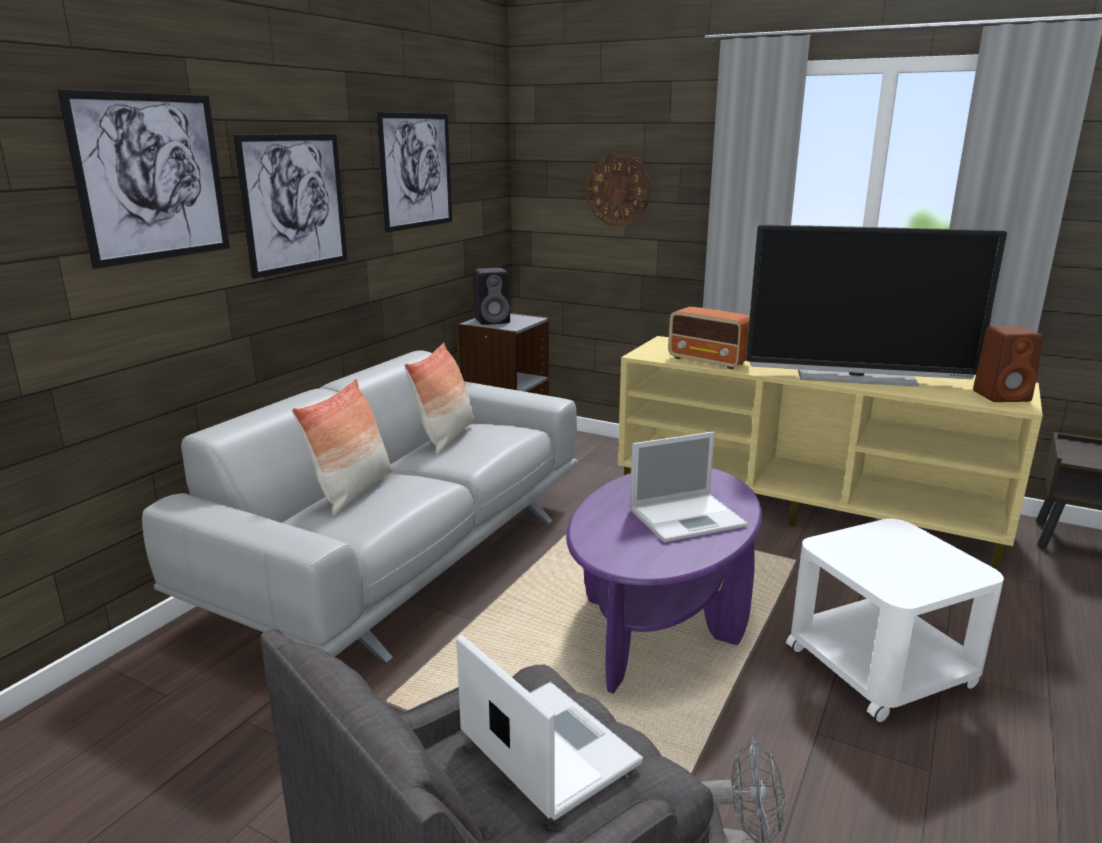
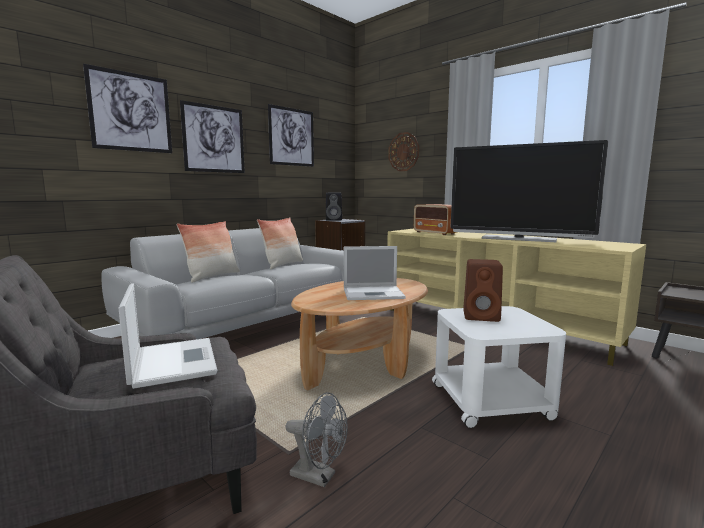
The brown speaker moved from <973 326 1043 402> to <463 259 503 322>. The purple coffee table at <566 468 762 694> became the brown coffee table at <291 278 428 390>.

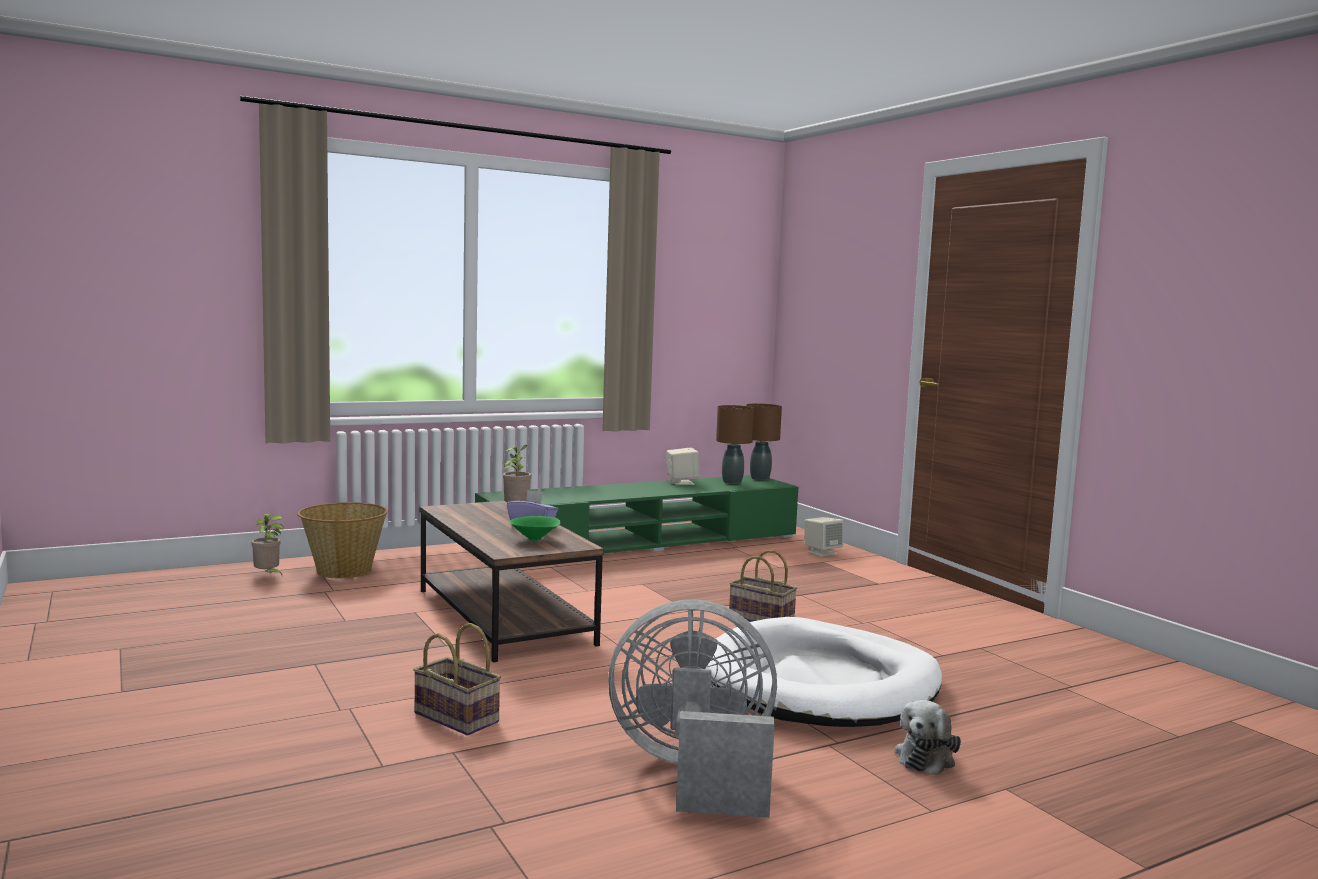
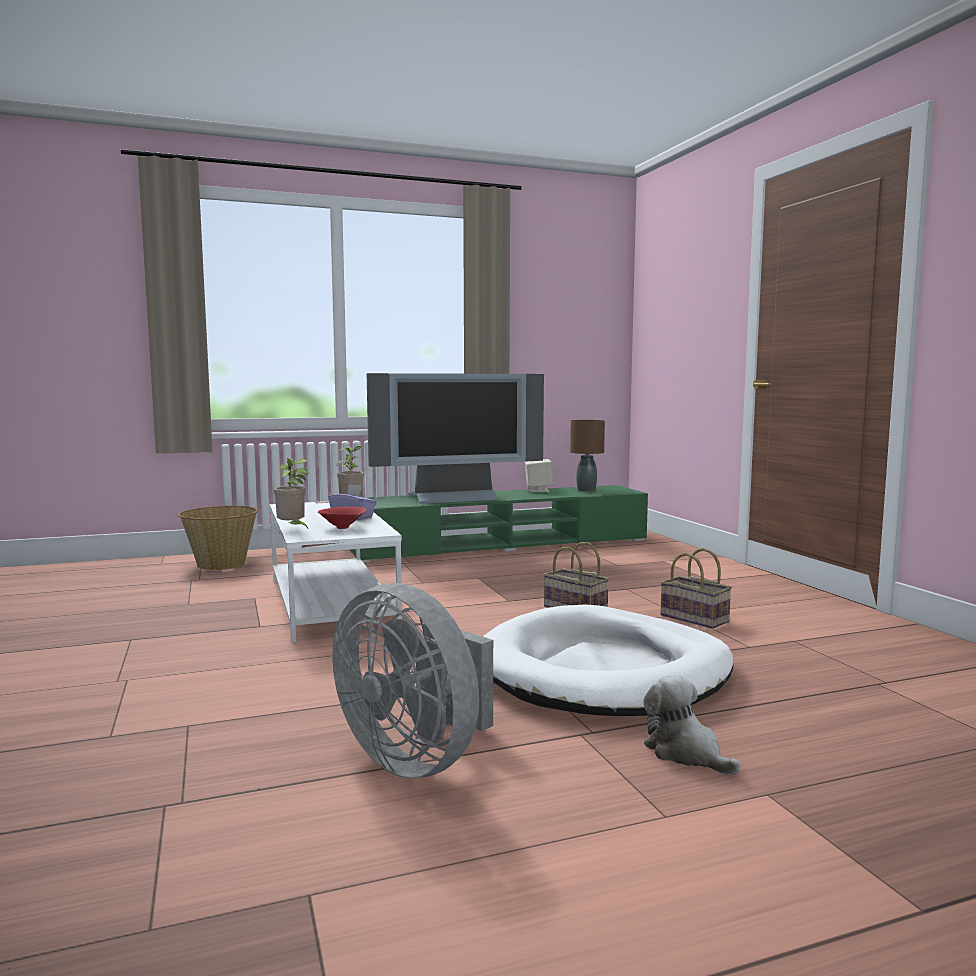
The brown table lamp at <746 404 782 480> disappeared. The beige speaker at <804 517 843 557> disappeared. The television at <367 373 544 504> appeared. The potted plant moved from <251 514 284 575> to <274 458 308 528>. The basket moved from <413 623 501 735> to <661 548 732 629>. The brown coffee table at <420 501 604 662> became the white coffee table at <269 501 402 642>. The green bowl at <509 516 561 541> became the red bowl at <318 507 366 529>. The grey fan at <608 600 777 818> turned 150 degrees counterclockwise. The plush toy at <894 700 961 775> turned 105 degrees clockwise.

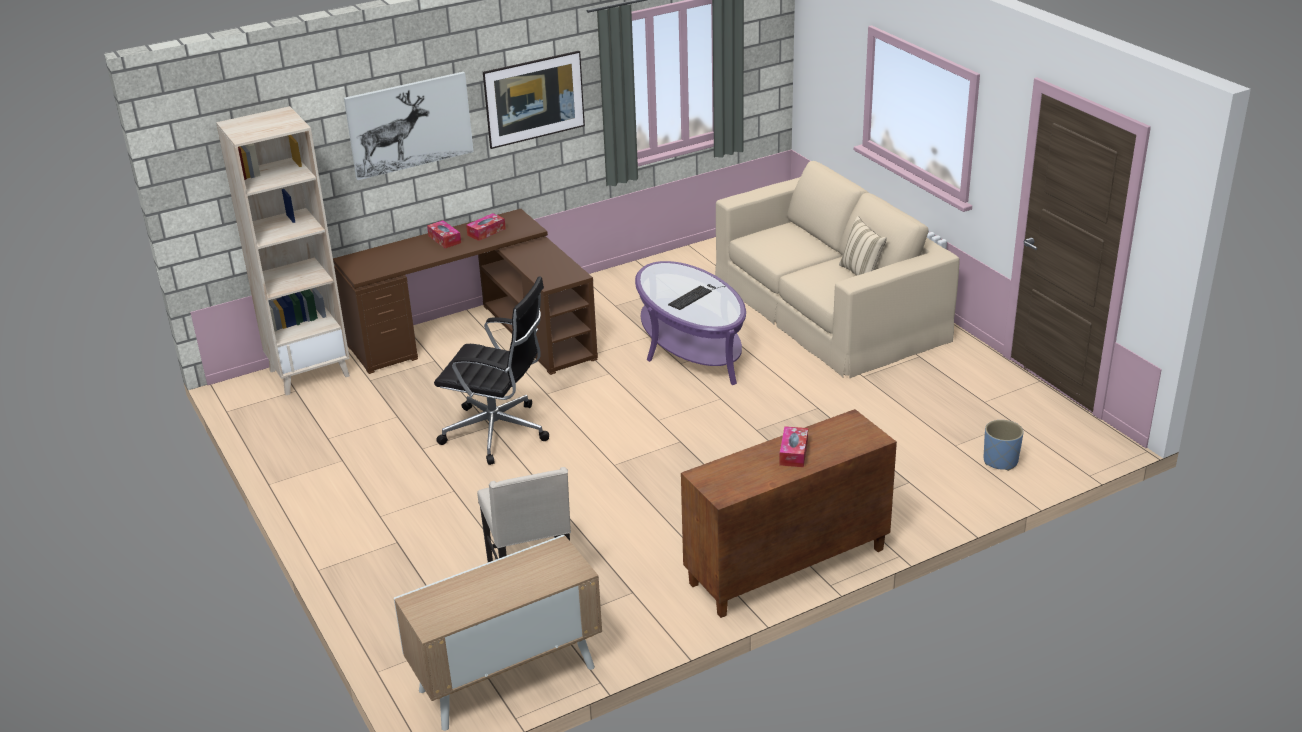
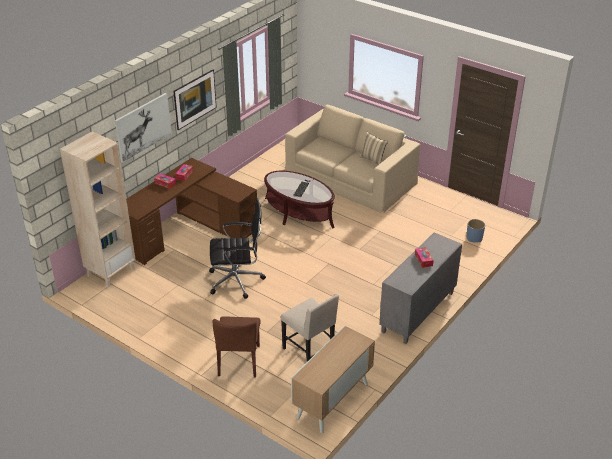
The brown chair at <212 316 261 377> appeared. The purple coffee table at <635 261 746 385> became the brown coffee table at <264 171 335 229>. The brown cabinet at <681 409 897 618> became the grey cabinet at <379 232 462 344>.

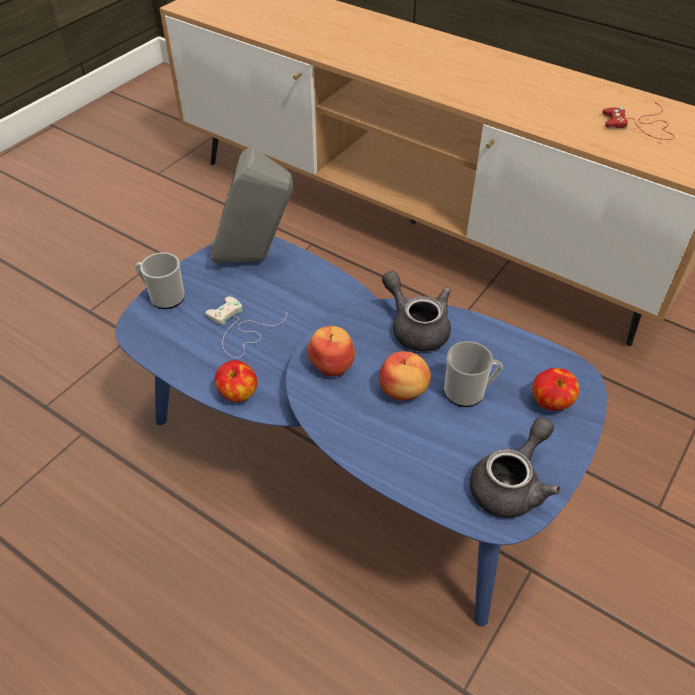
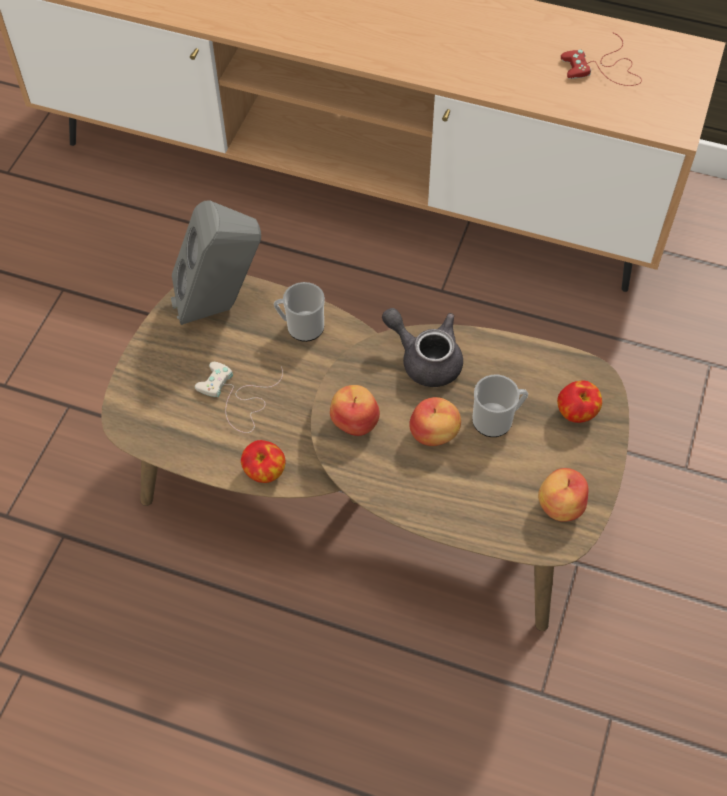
The mug moved from <135 252 185 309> to <274 282 325 342>. The grey teapot at <470 417 561 518> was replaced by the apple at <538 468 588 522>. The blue coffee table at <115 236 607 627> became the brown coffee table at <101 275 629 631>.

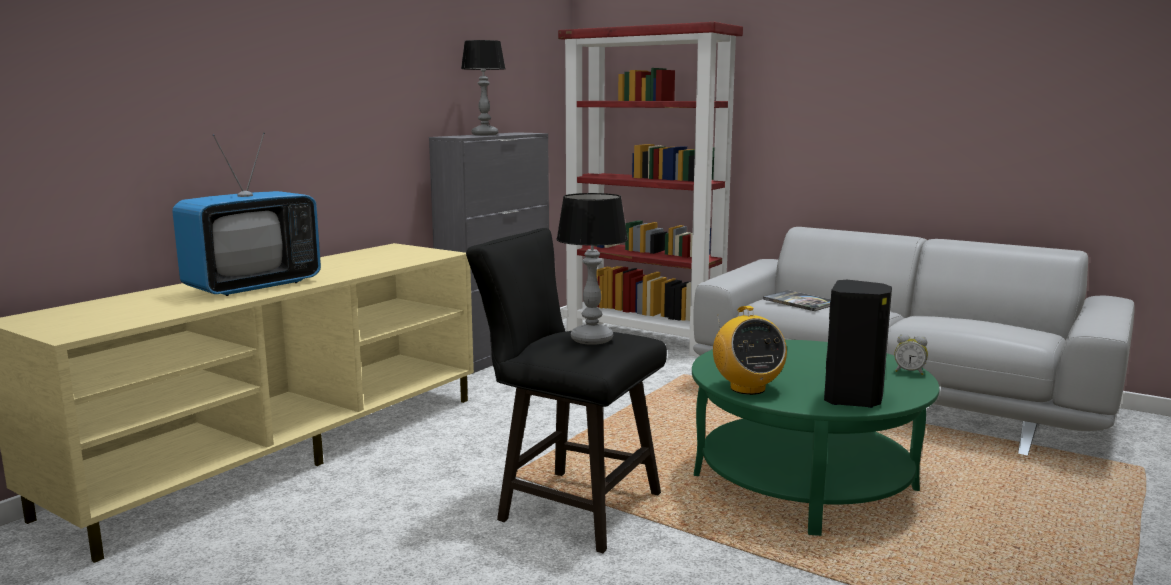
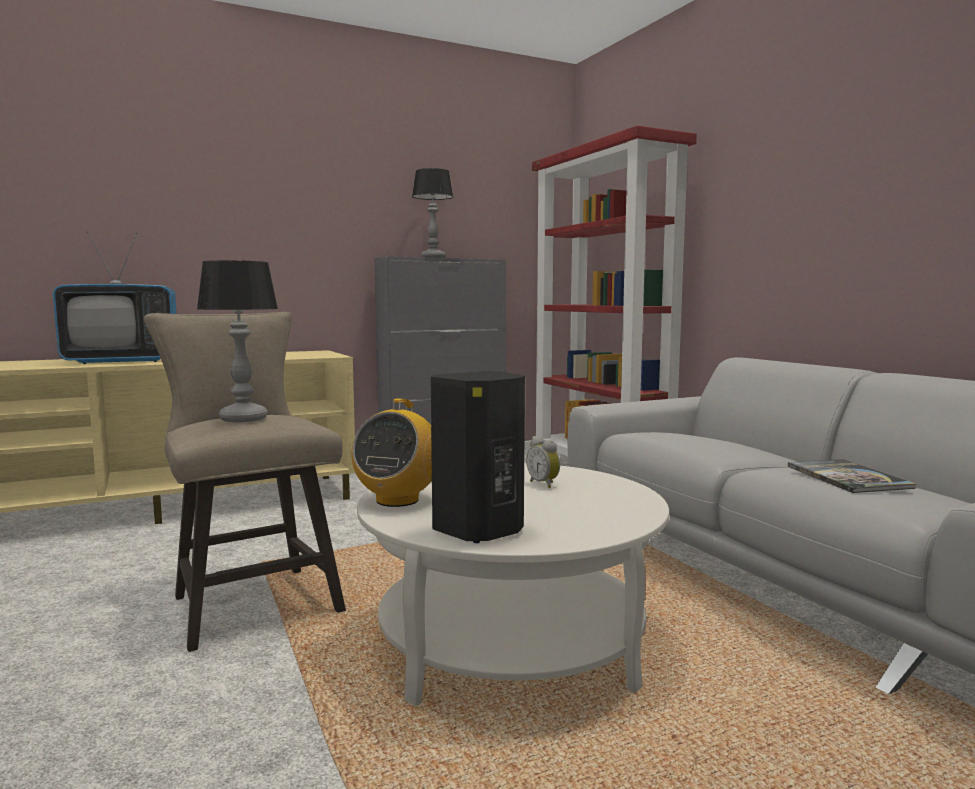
The book moved from <763 290 831 311> to <788 459 916 493>. The alarm clock moved from <894 334 928 375> to <526 437 560 488>. The black stool at <466 228 667 553> became the beige stool at <144 312 346 652>. The green coffee table at <692 340 939 536> became the white coffee table at <357 463 669 706>.

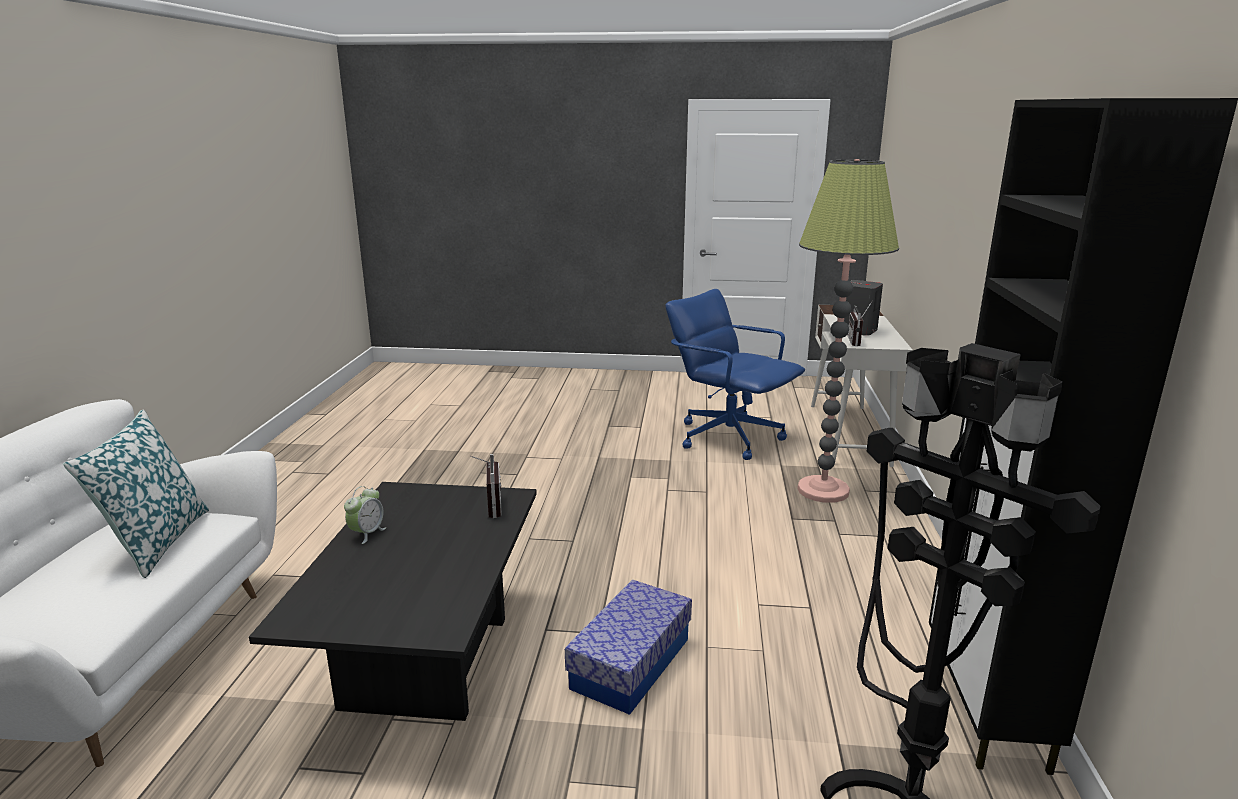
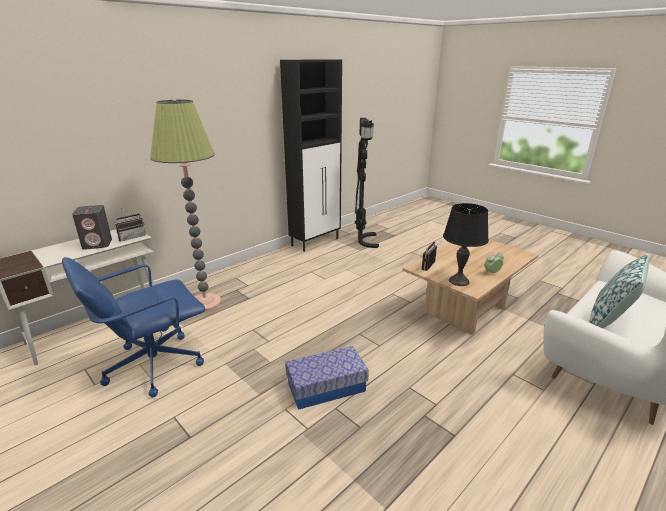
The black table lamp at <443 203 489 286> appeared. The storage box moved from <565 580 692 715> to <285 346 369 410>. The black coffee table at <249 482 537 721> became the beige coffee table at <402 240 538 335>. The blue office chair at <666 289 805 460> turned 60 degrees clockwise.

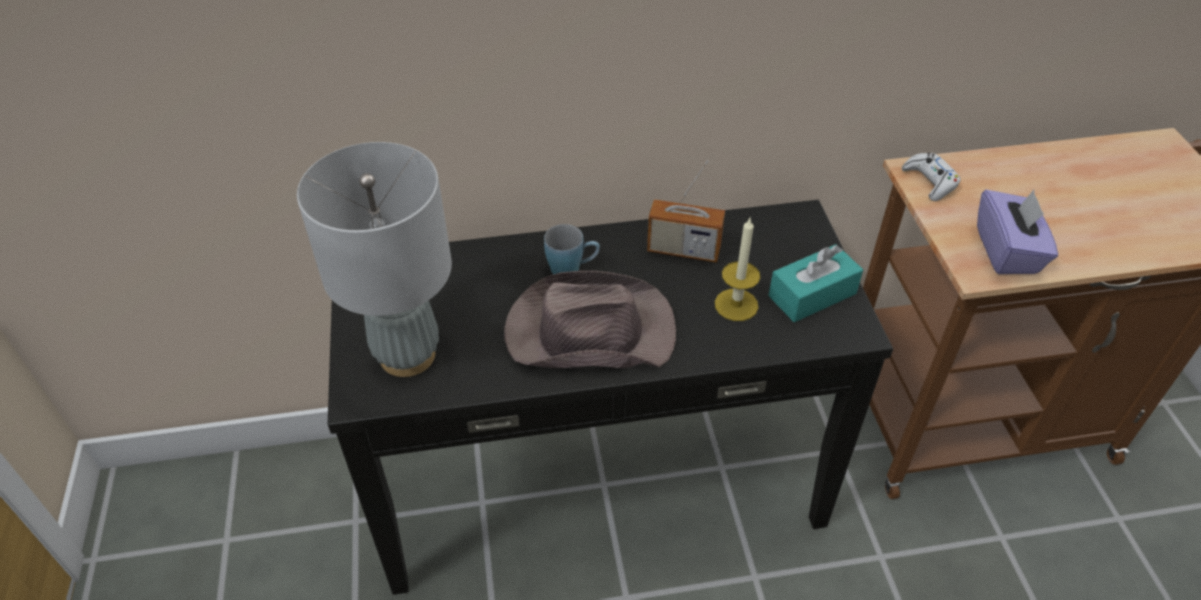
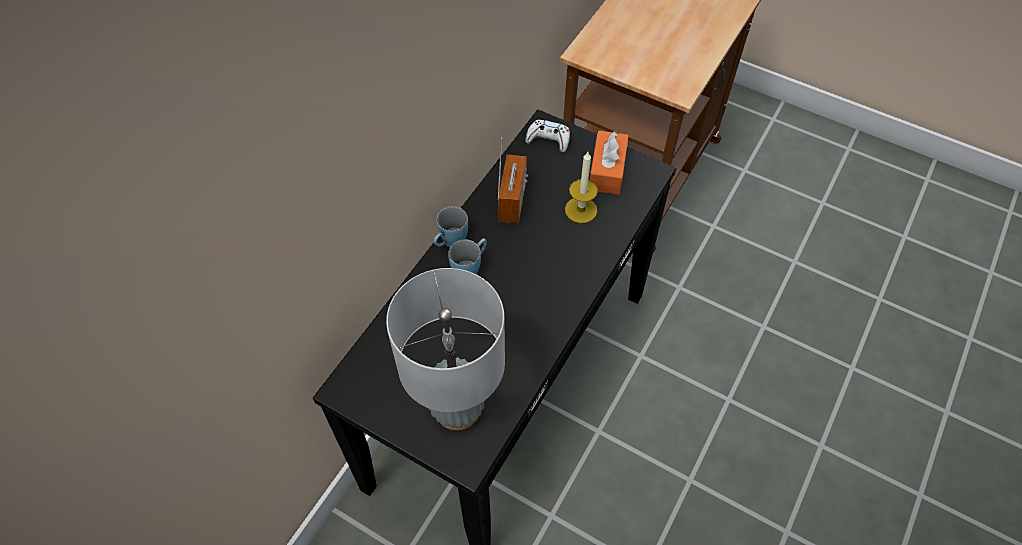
The brown hat at <504 271 676 368> disappeared. The purple tissue box at <977 190 1058 274> disappeared. The blue mug at <434 206 468 247> appeared. The white game controller moved from <902 153 961 201> to <525 120 570 152>. The turquoise tissue box at <768 244 863 322> became the orange tissue box at <590 131 629 195>. The radio at <647 160 725 263> turned 45 degrees counterclockwise.

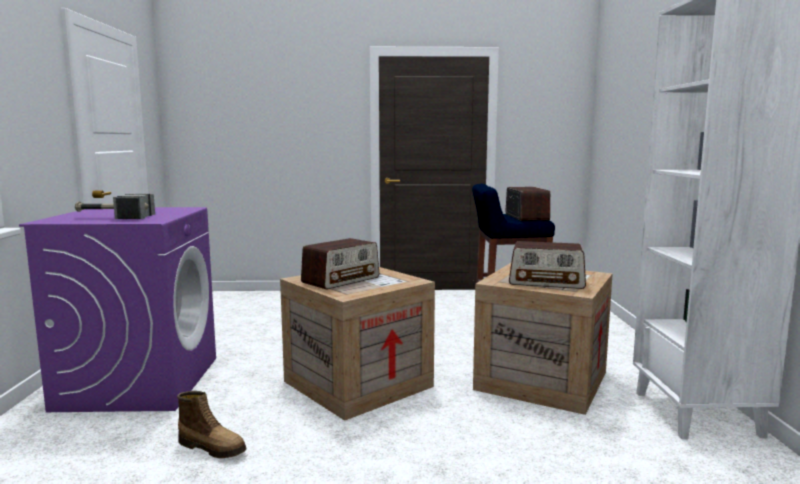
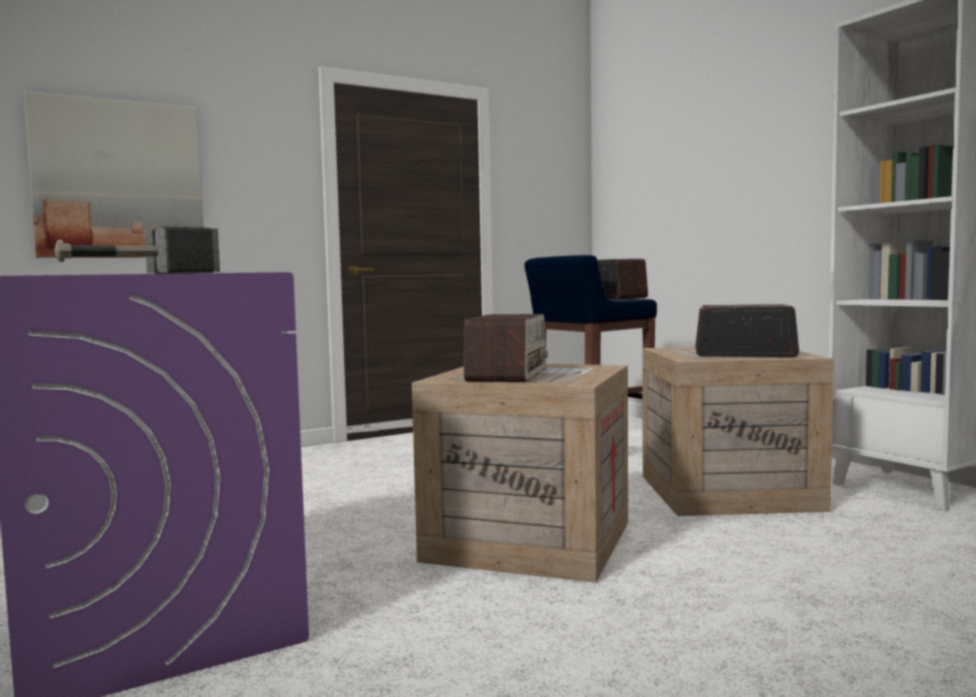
The boot at <177 391 246 458> disappeared. The picture at <24 91 204 258> appeared. The radio at <509 241 586 289> turned 150 degrees counterclockwise.

